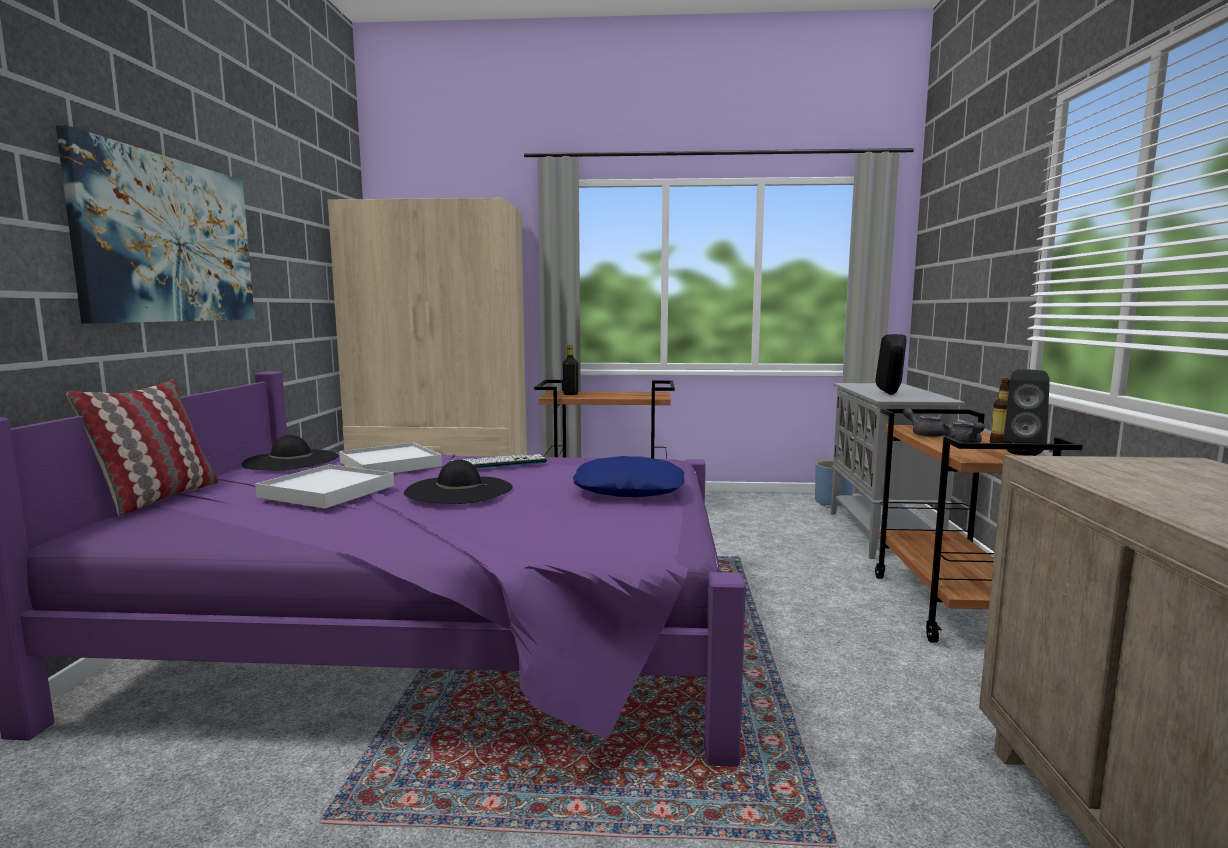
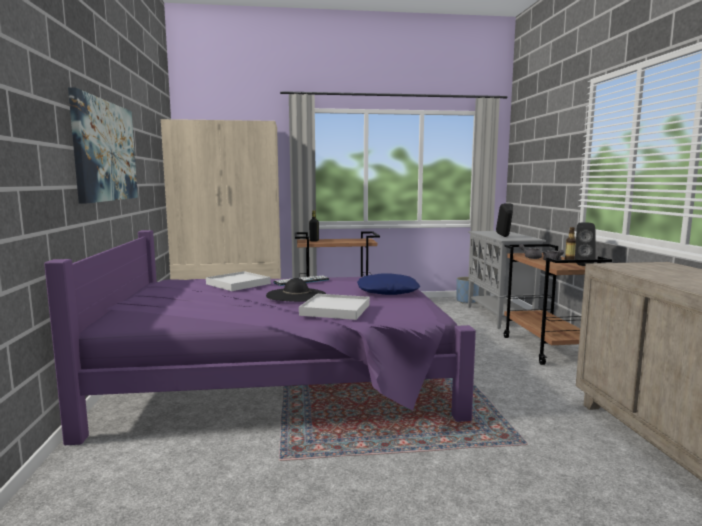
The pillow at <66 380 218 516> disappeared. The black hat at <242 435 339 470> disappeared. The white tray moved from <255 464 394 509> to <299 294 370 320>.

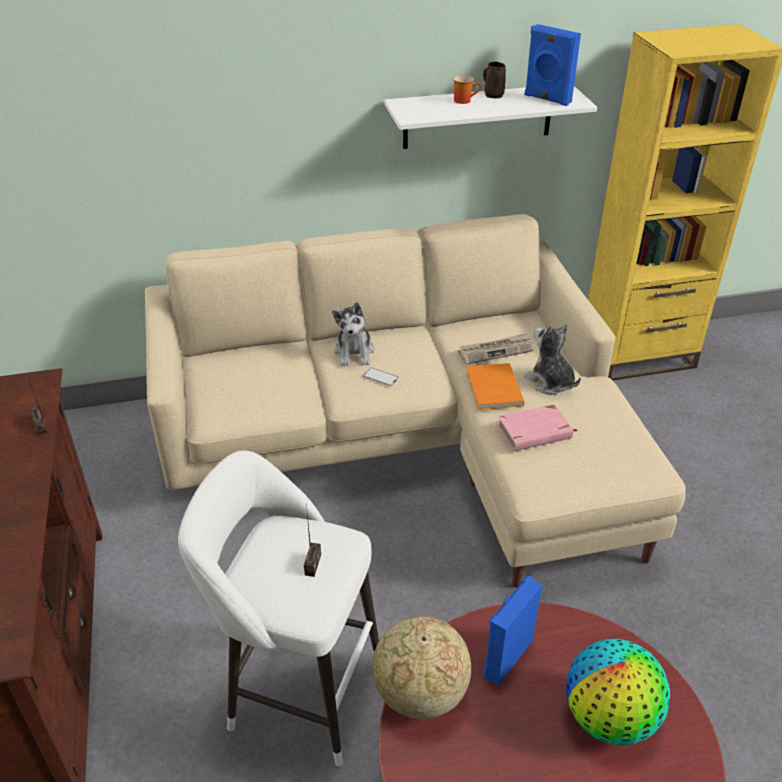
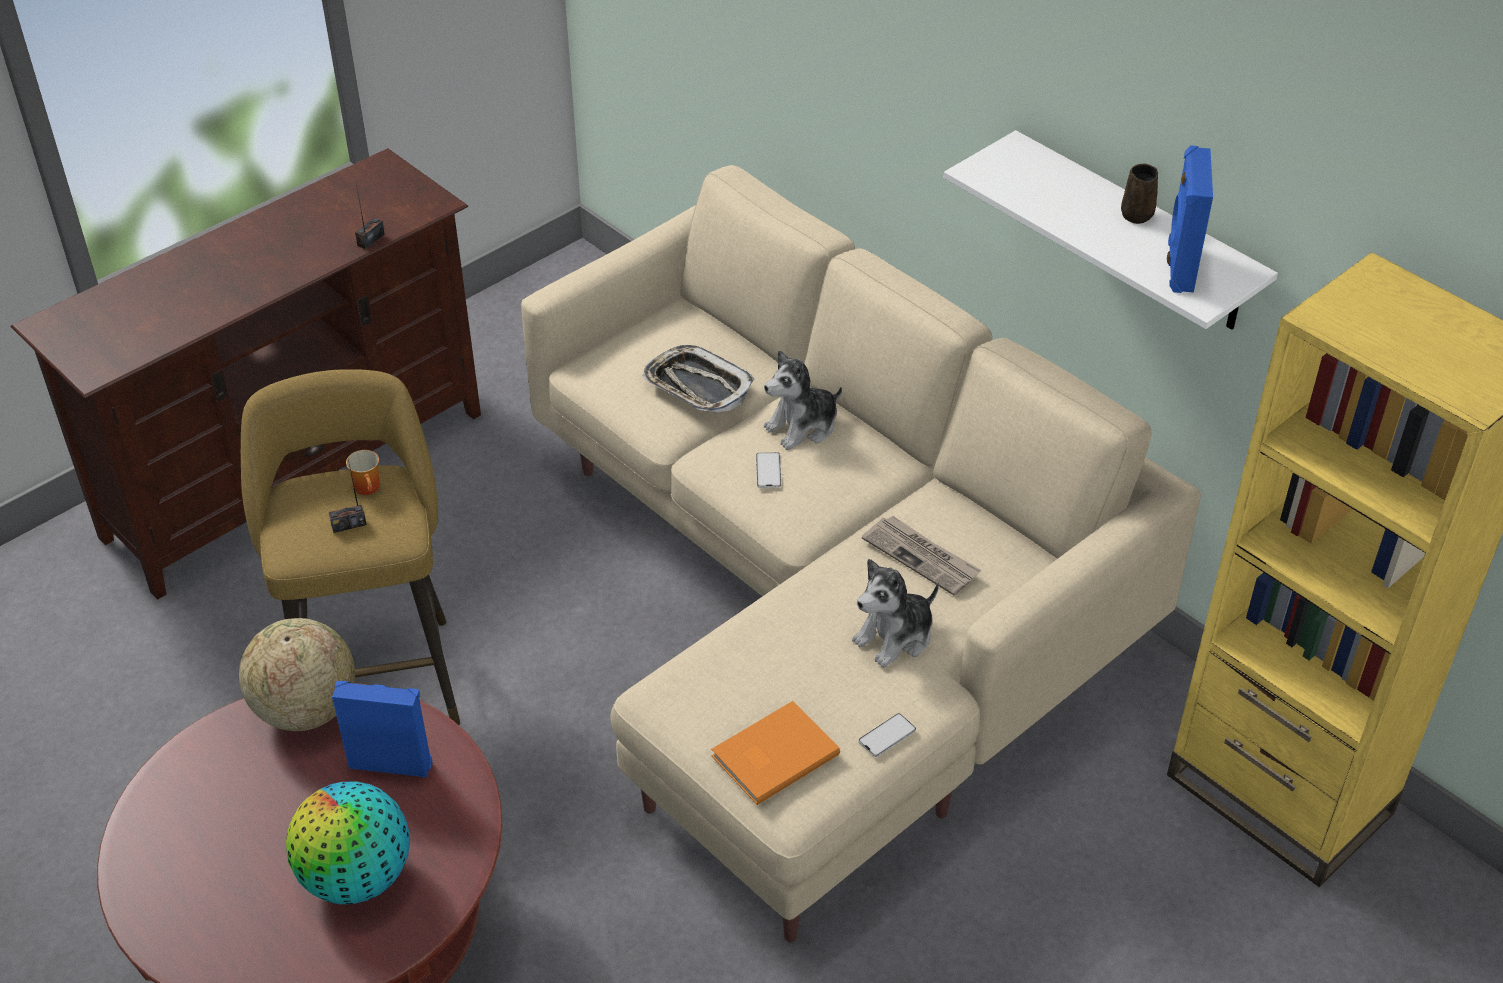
The pink book at <497 404 577 451> disappeared. The tray at <642 345 754 413> appeared. The phone at <859 713 916 757> appeared. The mug moved from <453 75 481 104> to <346 450 380 495>. The orange book moved from <466 363 525 410> to <711 701 840 805>. The white stool at <178 450 379 766> became the yellow stool at <241 369 460 725>. The plush toy at <524 324 581 395> turned 150 degrees counterclockwise.

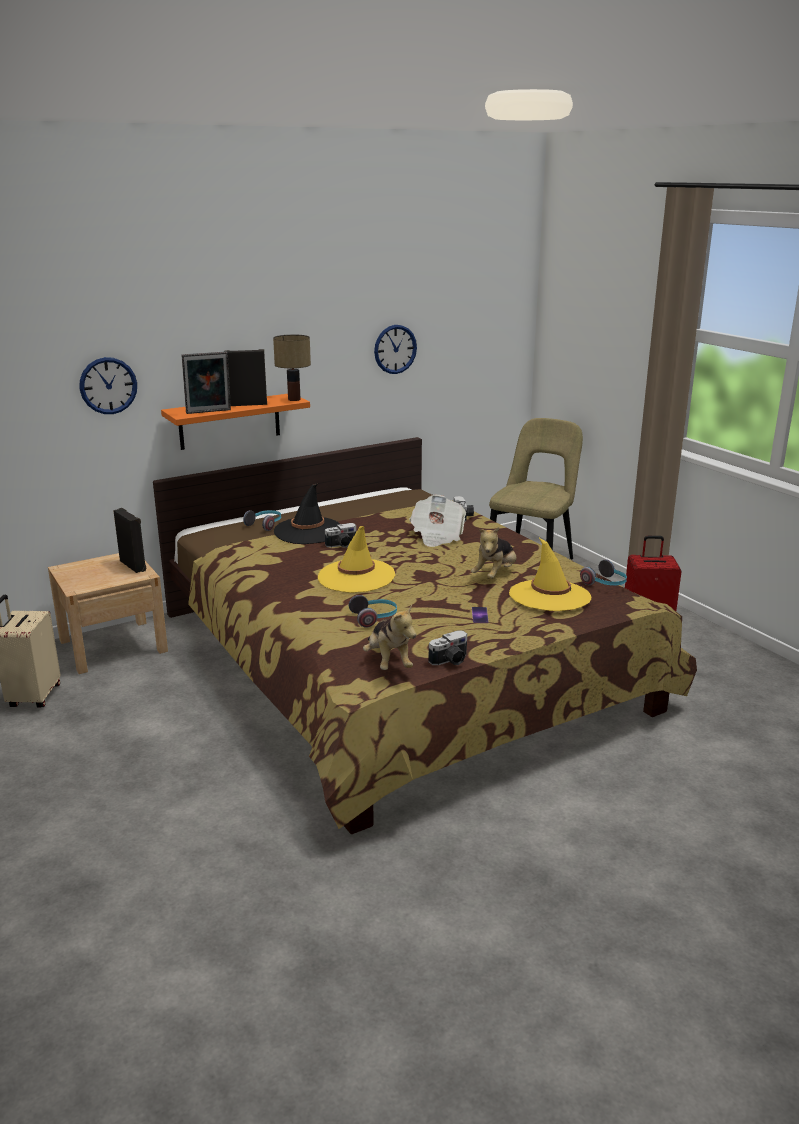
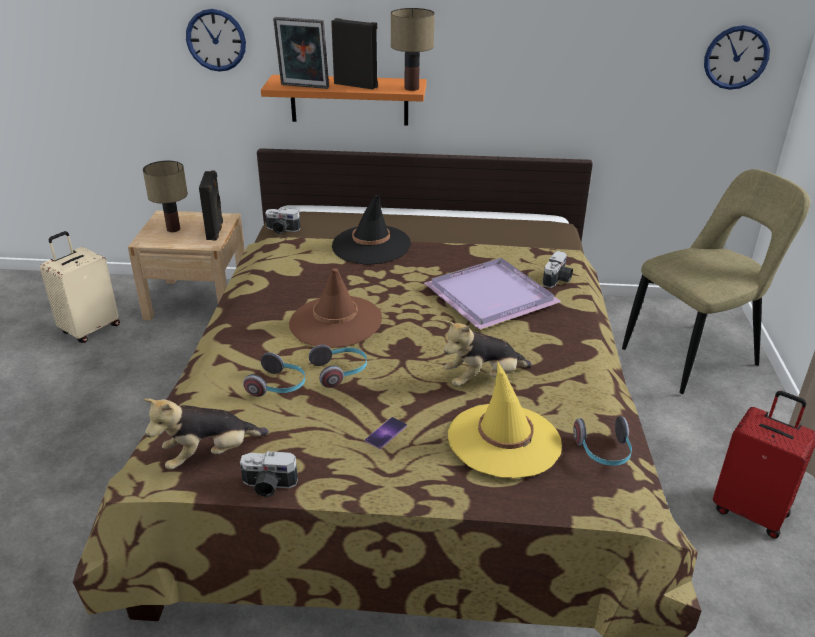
The table lamp at <143 161 188 232> appeared. The headphones moved from <243 510 281 531> to <309 345 367 388>. The photo camera moved from <325 523 356 548> to <265 208 300 234>. The wall clock moved from <374 325 417 374> to <704 25 770 90>. The newspaper at <410 495 466 547> was replaced by the purple tray at <424 258 562 330>. The yellow hat at <318 526 395 593> became the brown hat at <289 268 382 348>. The plush toy at <363 605 416 670> turned 45 degrees clockwise.

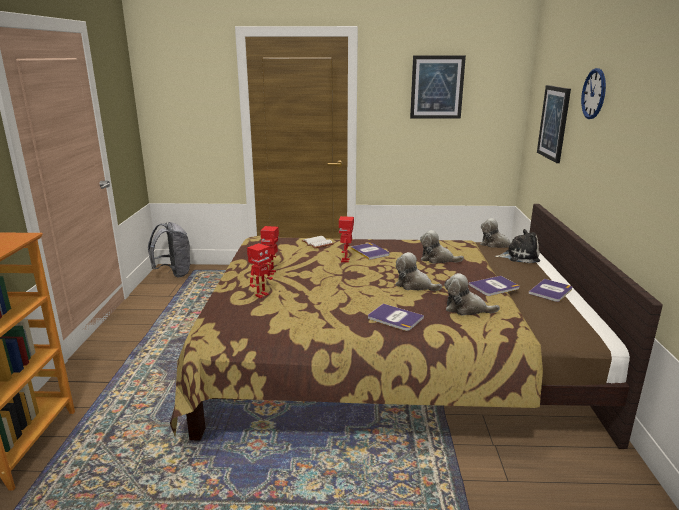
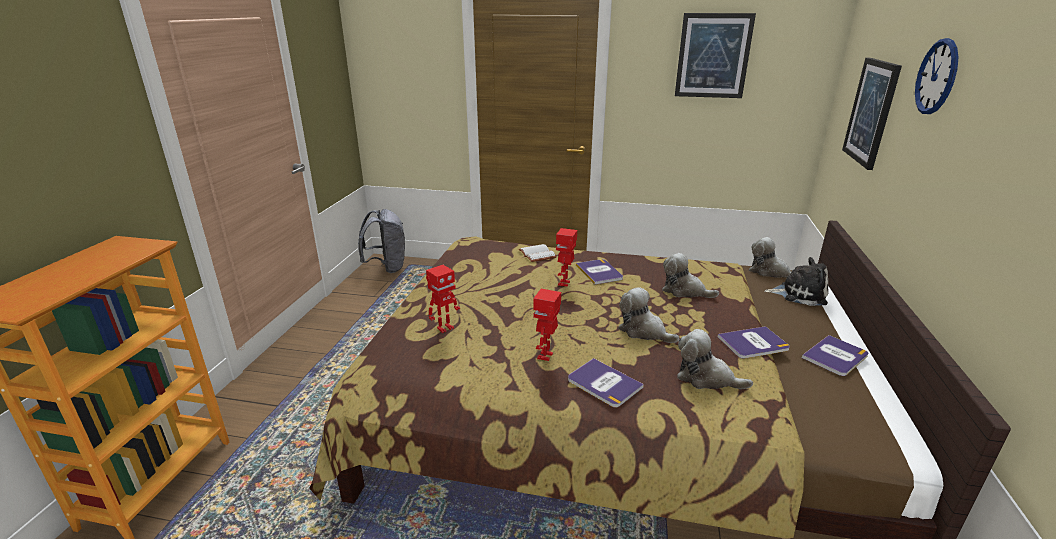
The toy robot moved from <260 226 279 275> to <533 289 561 361>.

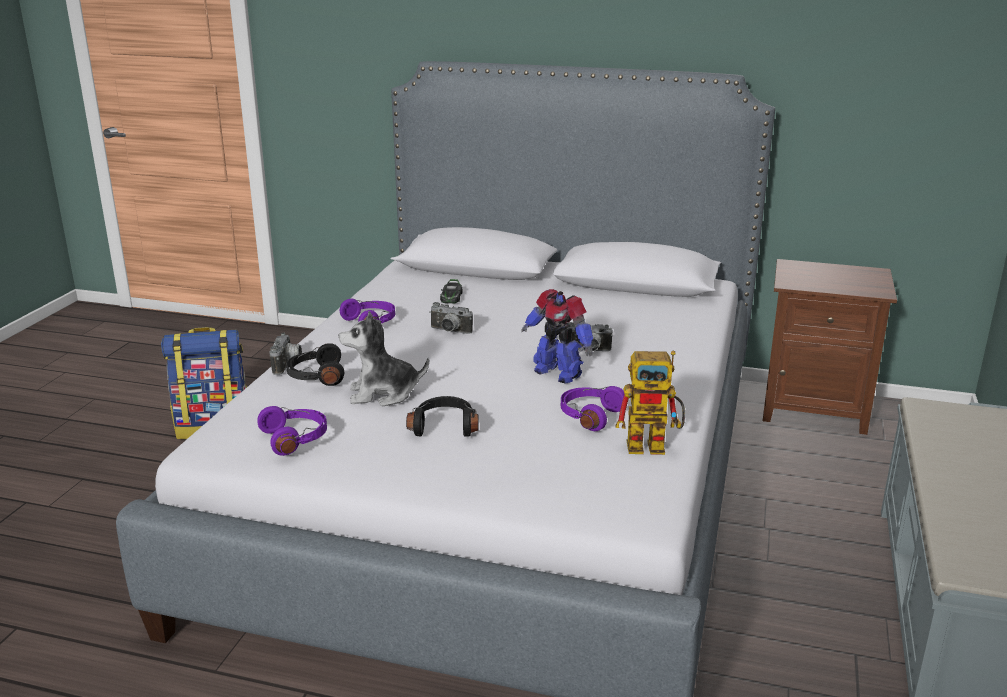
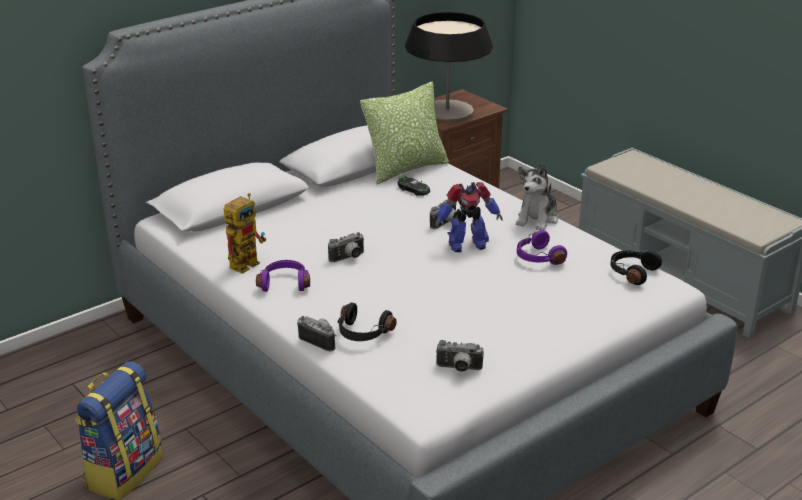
The pillow at <360 81 449 184> appeared. The table lamp at <405 12 493 121> appeared. The plush toy moved from <339 311 429 406> to <516 163 559 231>. The black headphones moved from <406 396 479 437> to <610 250 662 285>. The toy car moved from <440 279 463 303> to <398 175 430 196>. The toy robot moved from <616 351 685 455> to <224 193 266 274>. The purple headphones at <257 406 327 456> was replaced by the photo camera at <436 340 484 372>.

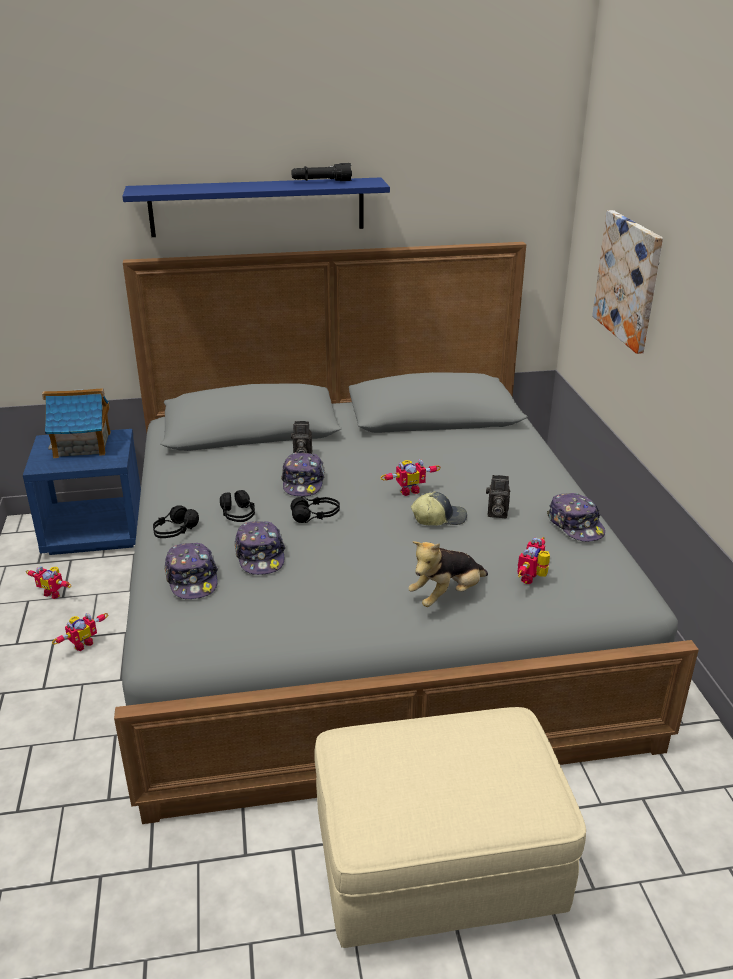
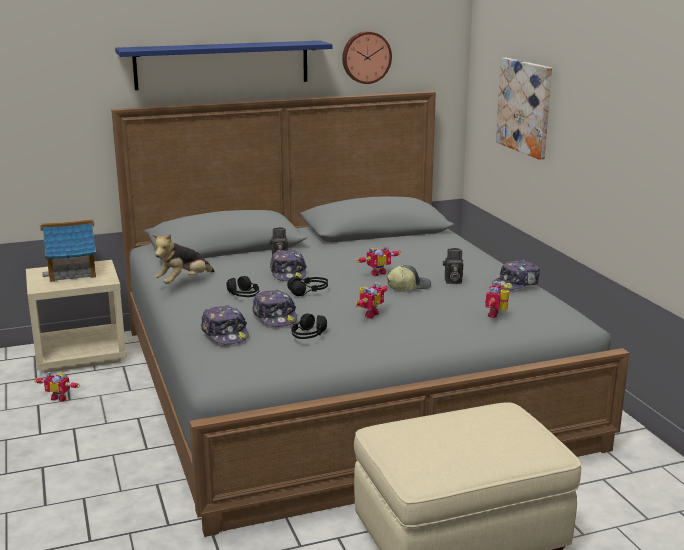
The black flashlight at <291 163 352 181> disappeared. The wall clock at <342 31 392 84> appeared. The toy robot moved from <52 613 108 651> to <356 282 388 318>. The black headphones moved from <153 505 199 538> to <292 313 327 339>. The plush toy moved from <408 541 488 607> to <152 234 215 284>. The blue nightstand at <23 429 141 555> became the beige nightstand at <26 260 127 373>. The cap at <547 493 605 542> turned 90 degrees clockwise.

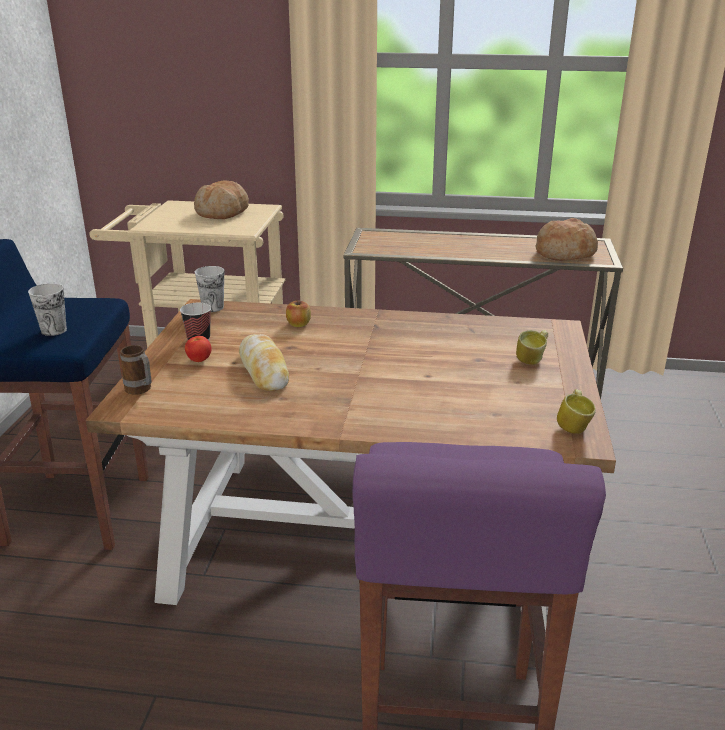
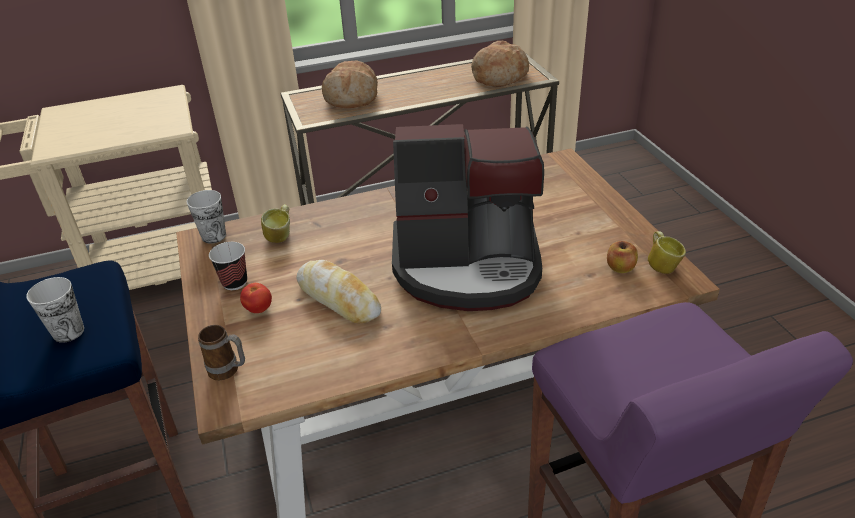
The coffee machine at <392 124 544 311> appeared. The bread moved from <194 180 249 219> to <322 61 378 108>. The apple moved from <286 299 311 327> to <607 241 638 273>. The mug moved from <516 330 548 365> to <261 204 290 243>.

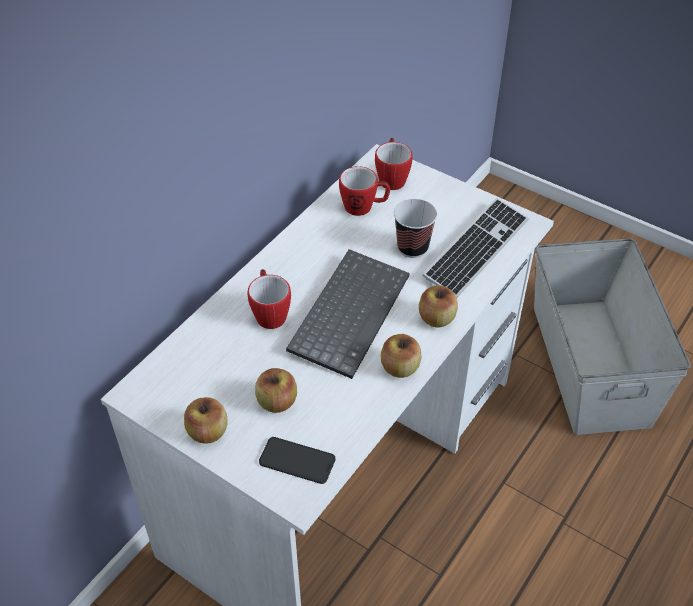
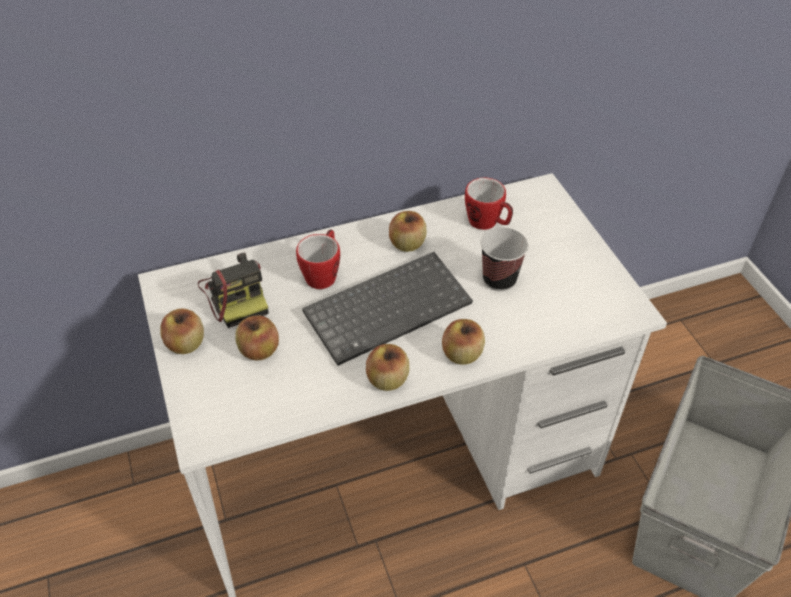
The phone at <259 437 335 484> disappeared. The mug at <375 138 413 190> disappeared. The keyboard at <422 198 529 298> disappeared. The photo camera at <198 253 268 328> appeared. The apple at <389 211 426 252> appeared.

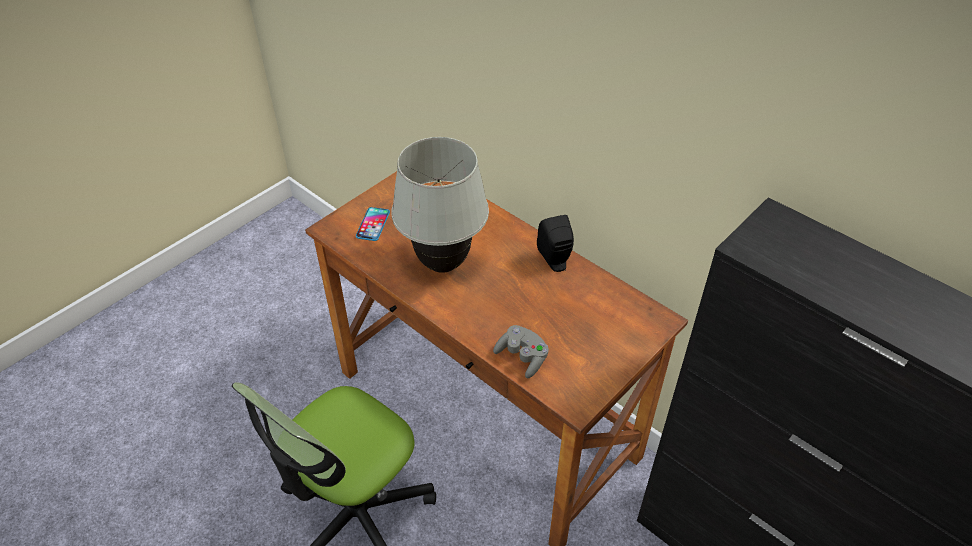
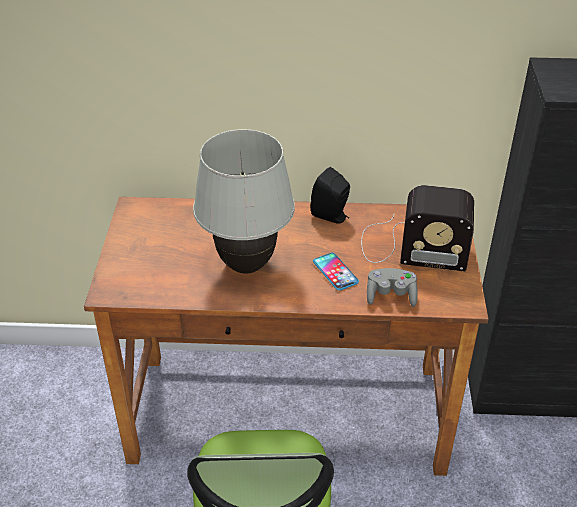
The radio at <361 185 474 271> appeared. The phone moved from <356 207 390 241> to <313 253 359 291>.

